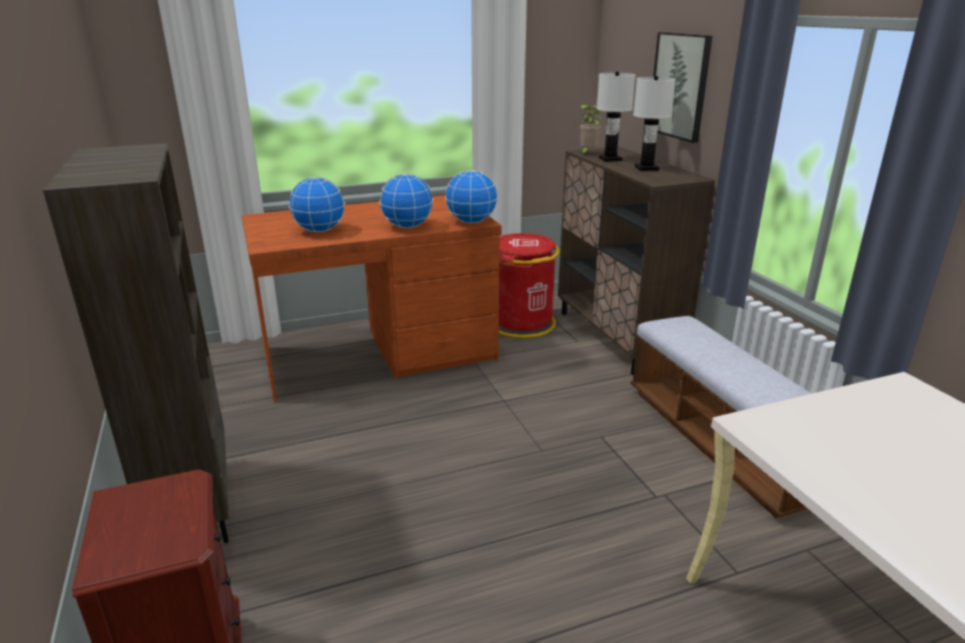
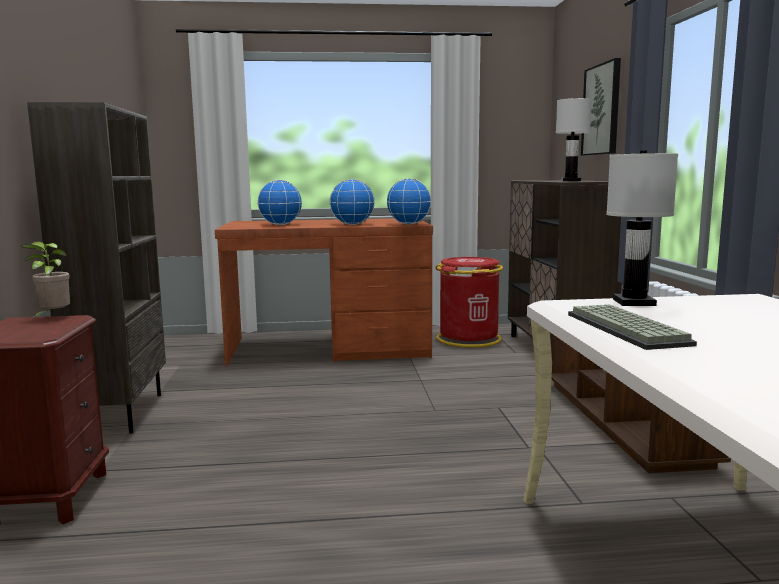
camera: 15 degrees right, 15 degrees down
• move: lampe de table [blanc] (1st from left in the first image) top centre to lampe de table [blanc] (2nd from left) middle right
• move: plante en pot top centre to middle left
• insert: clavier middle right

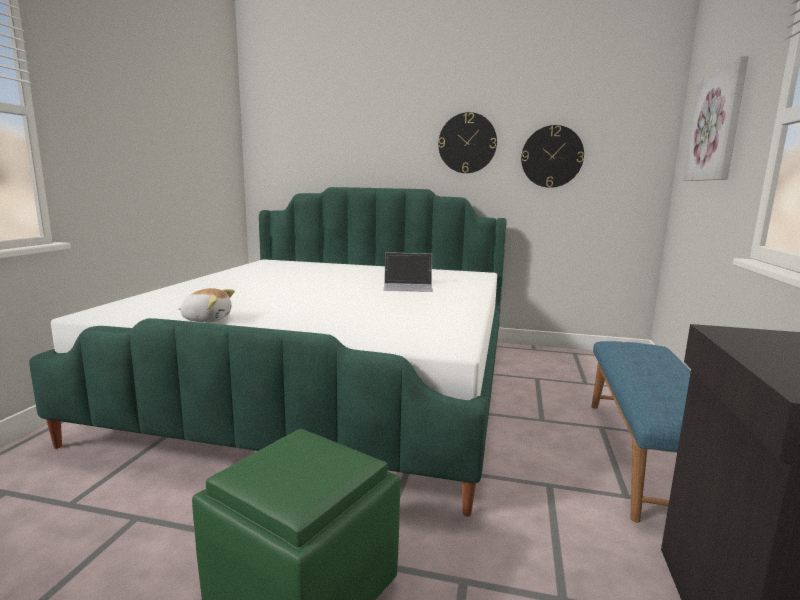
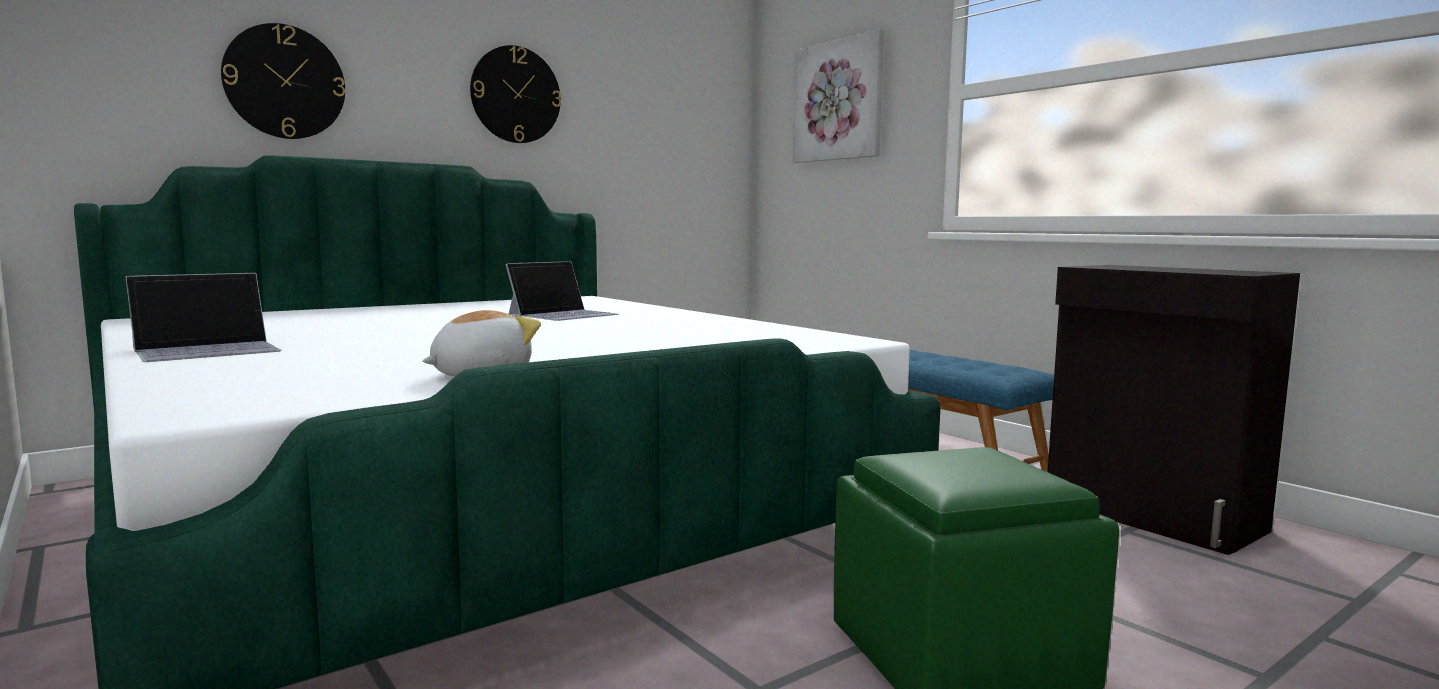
camera: 50 degrees left, 5 degrees down
• move: horloge murale (2nd from left in the first image) top right to horloge murale (1st from left) top left
• insert: ordinateur portable (1st from left) middle left

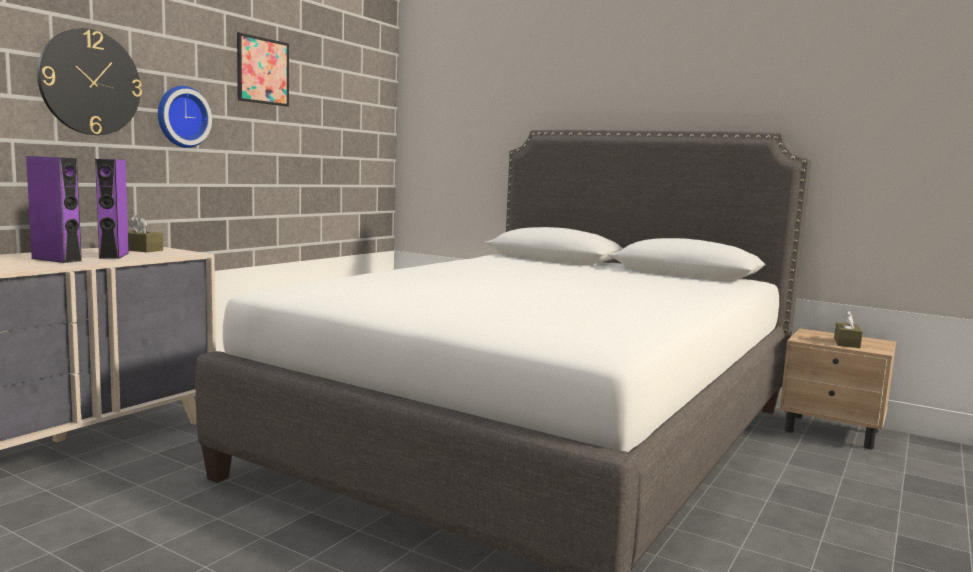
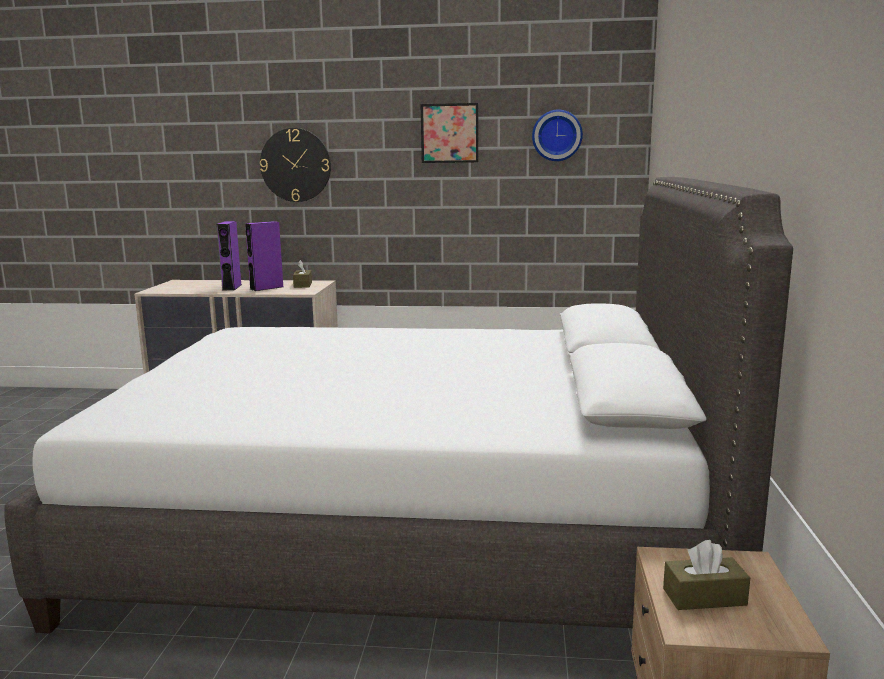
camera: 65 degrees right, 5 degrees up
• move: horloge murale (2nd from left) top left to top centre

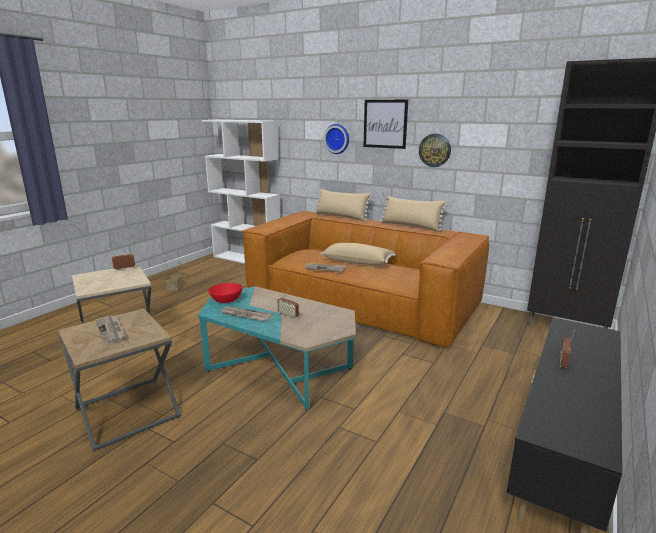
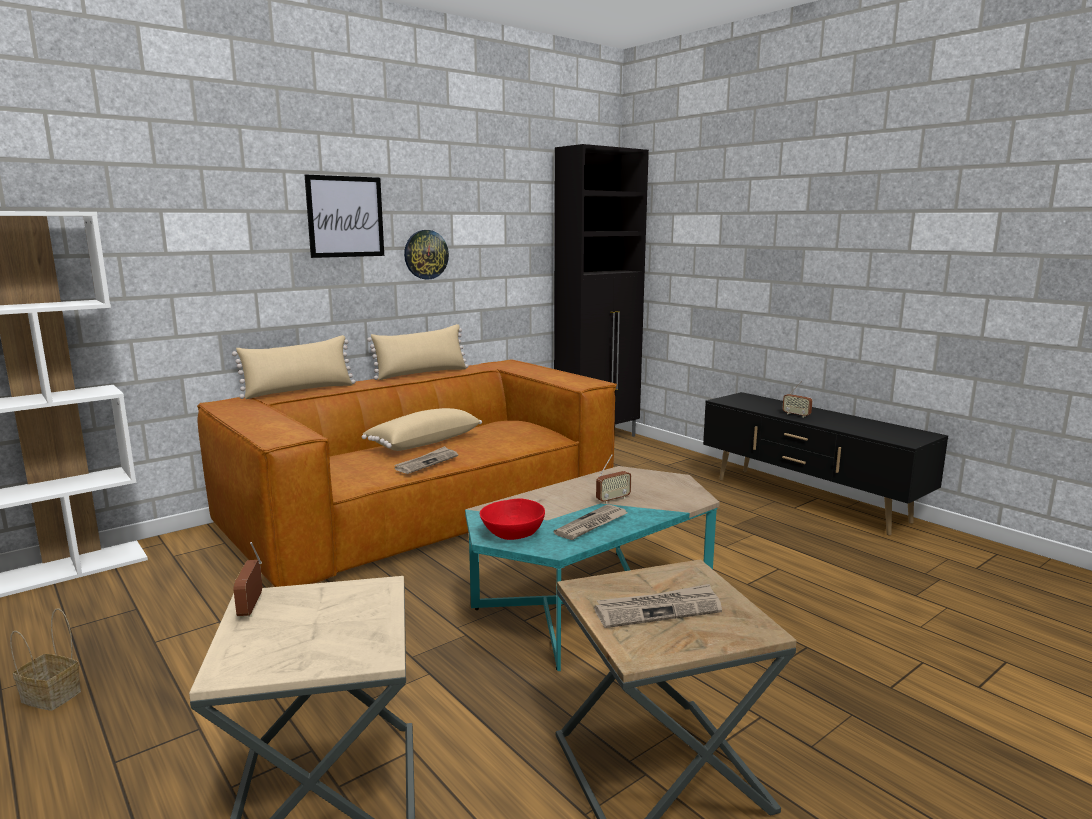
camera: 70 degrees left, 5 degrees down
• delete: horloge murale (1st from left) top centre

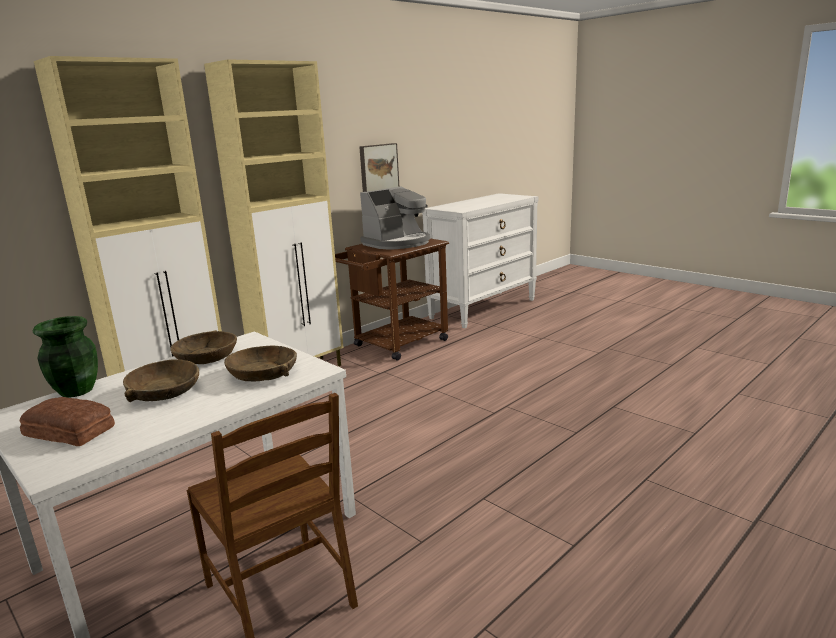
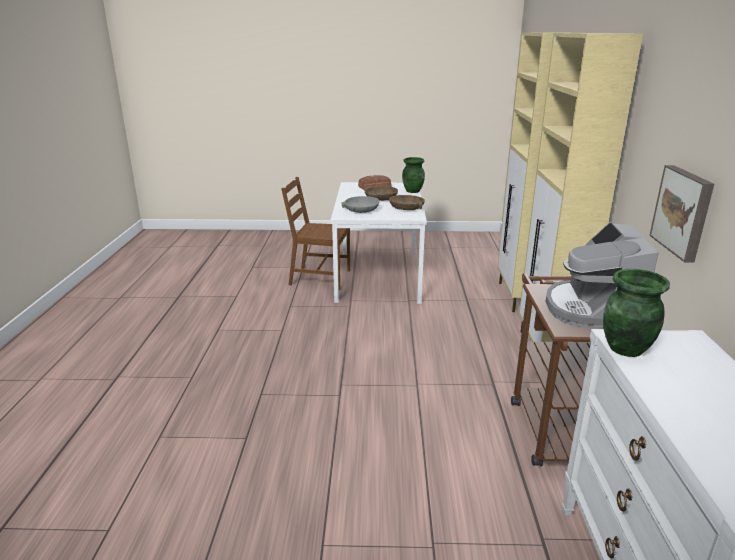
camera: 135 degrees right, 5 degrees up
• recolor: bol [marron] (3rd from left) middle left to bol [gris] centre
• insert: vase [vert] (2nd from left) middle right

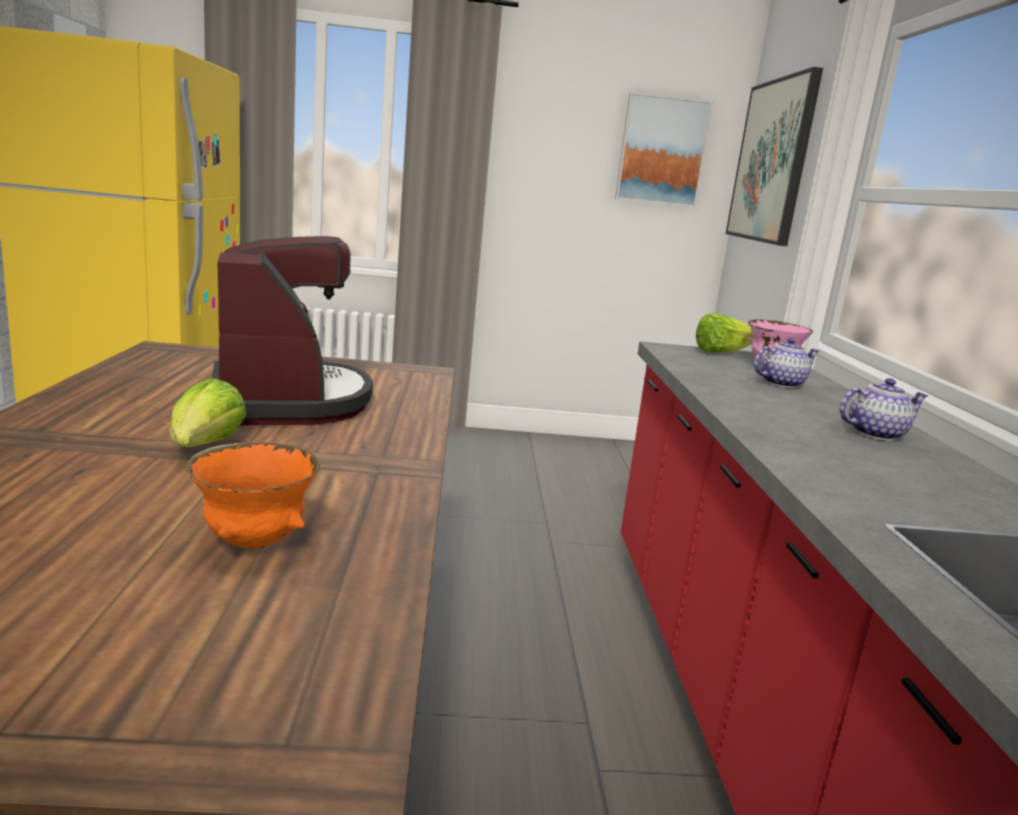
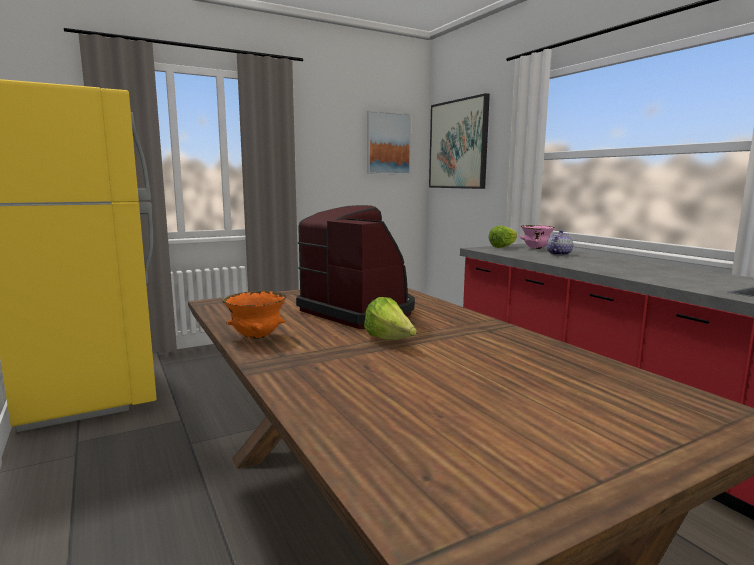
camera: 25 degrees left, 5 degrees down
• delete: théière (2nd from left) middle right
• move: bol [orange] middle left to centre

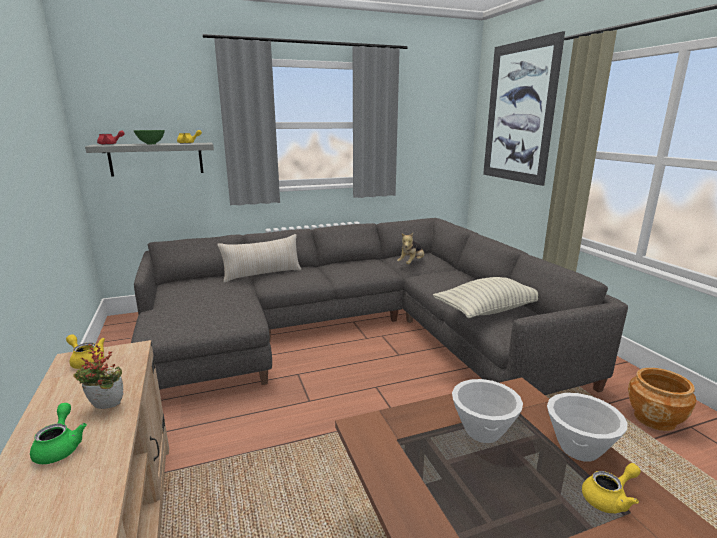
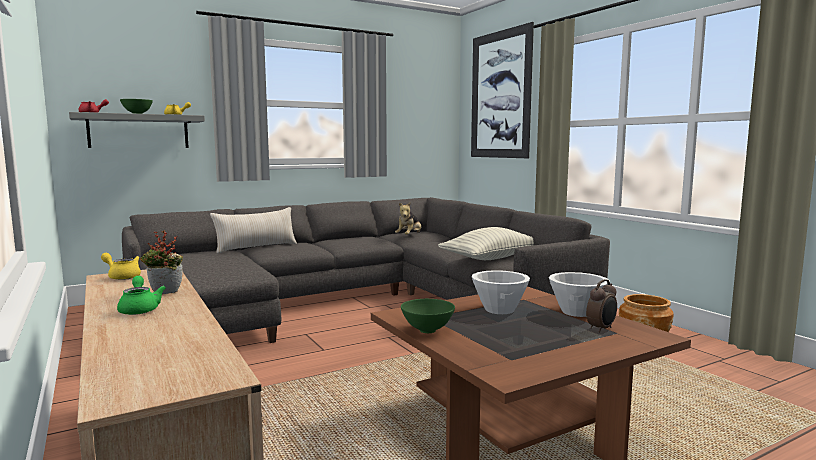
camera: 10 degrees left, 10 degrees down
• replace: théière [jaune] (3rd from left) bottom right to réveil middle right
• insert: bol [vert] (2nd from left) bottom centre

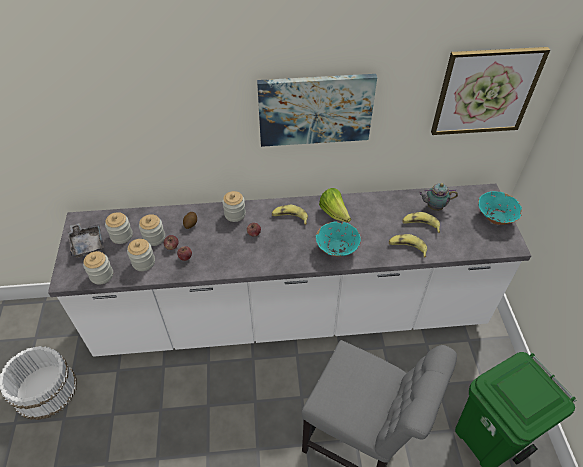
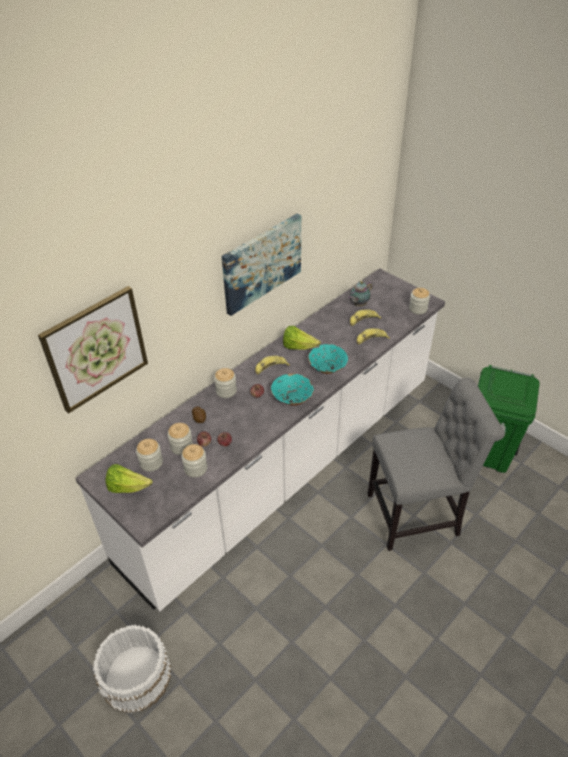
camera: 40 degrees left, 5 degrees down
• move: tableau (2nd from left in the first image) top right to tableau (1st from left) middle left
• move: bol [turquoise] (2nd from left in the first image) middle right to bol [turquoise] (1st from left) centre
• replace: plateau [gris] middle left to laitue (1st from left) middle left
• move: bocal (1st from left in the first image) middle left to bocal (5th from left) middle right

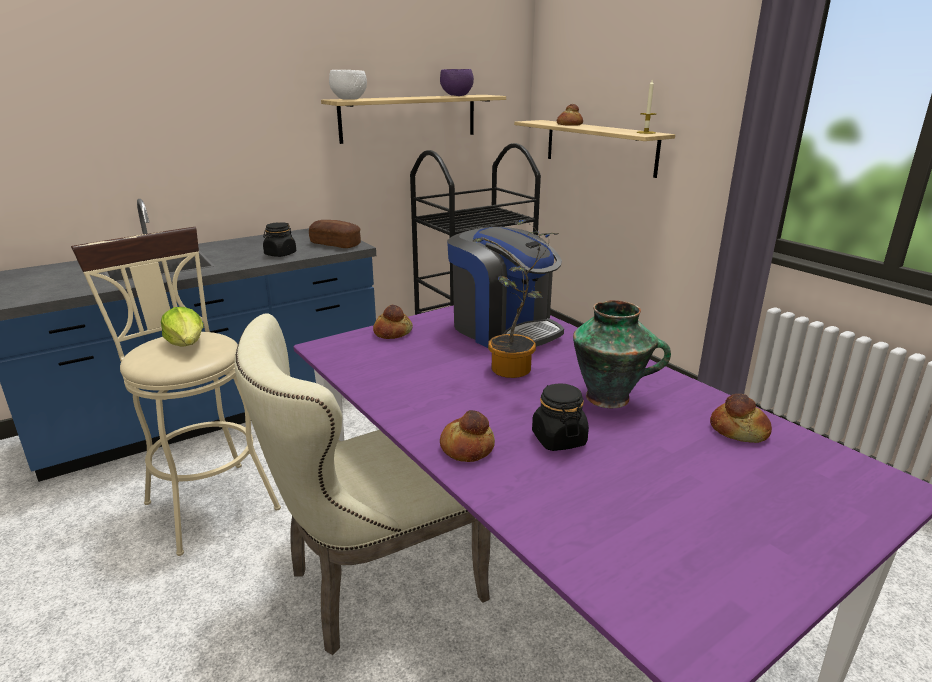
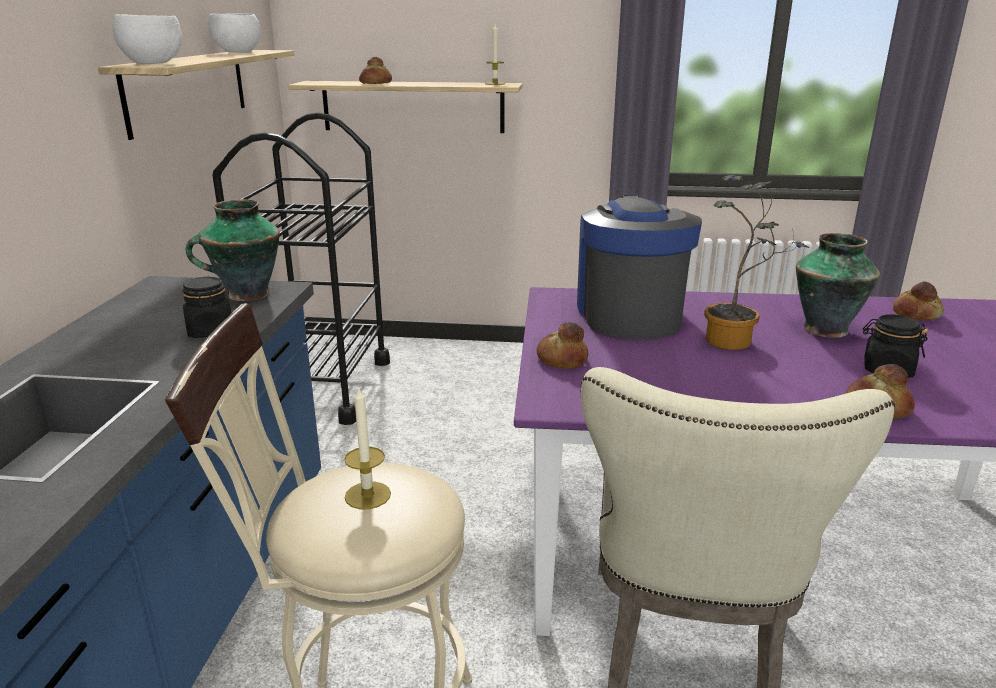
camera: 50 degrees left, 0 degrees up
• recolor: bol [violet] top centre to bol [blanc] (2nd from left) top left
• replace: pain (1st from left) centre to vase (1st from left) middle left
• rotate: machine à café centre = centre 90 degrees counterclockwise
• replace: laitue middle left to bougie (1st from left) centre

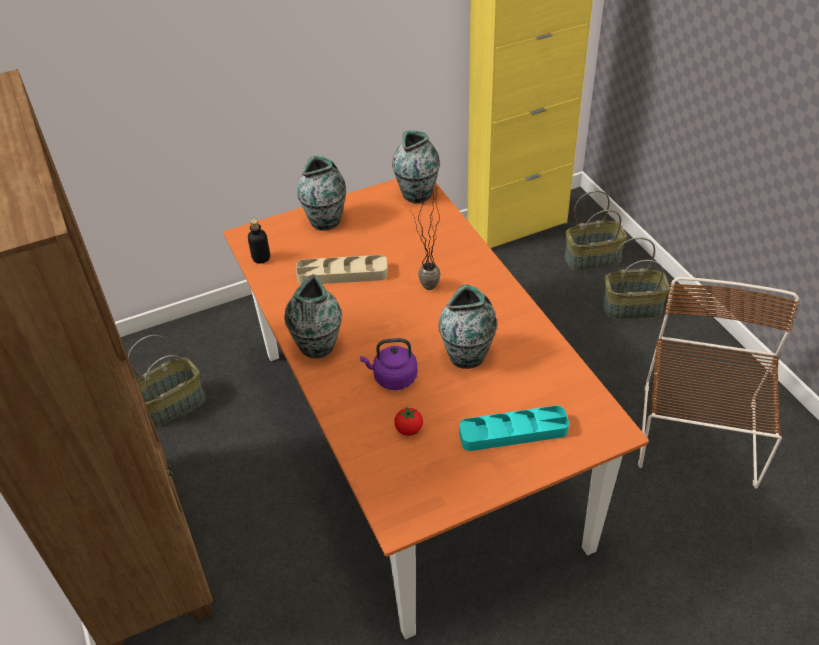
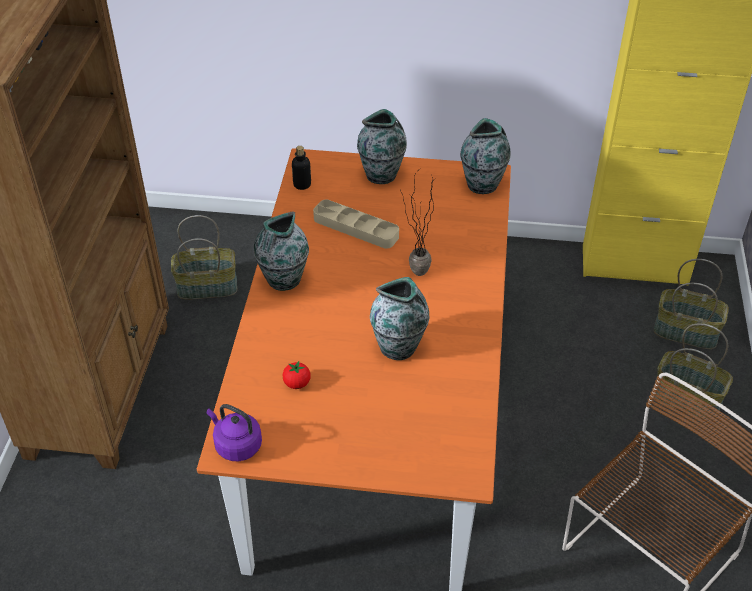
camera: 30 degrees right, 0 degrees up
• move: bouilloire [violet] centre to bottom left
• delete: plateau [turquoise] centre

